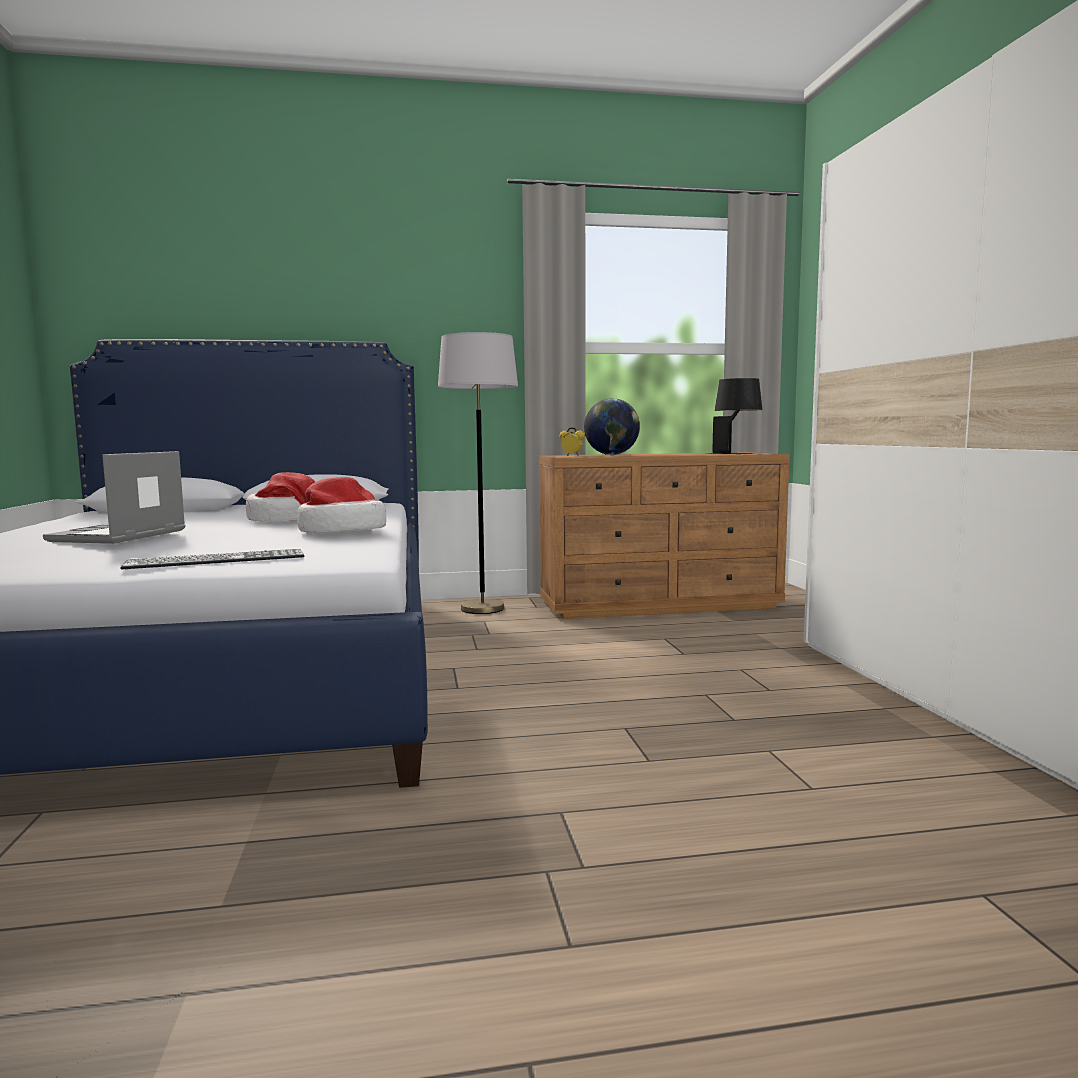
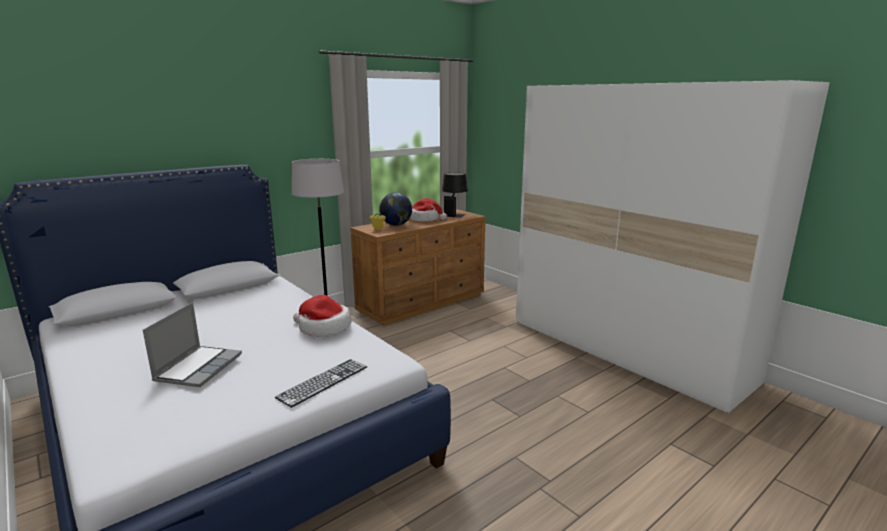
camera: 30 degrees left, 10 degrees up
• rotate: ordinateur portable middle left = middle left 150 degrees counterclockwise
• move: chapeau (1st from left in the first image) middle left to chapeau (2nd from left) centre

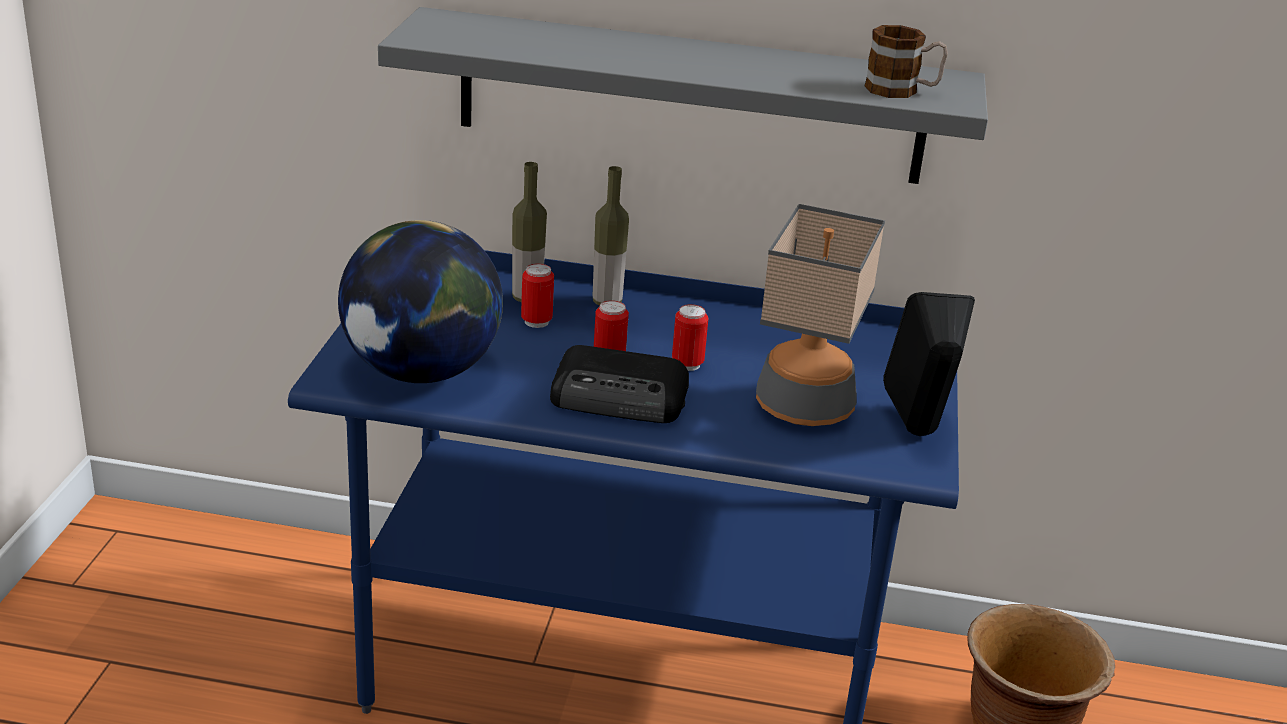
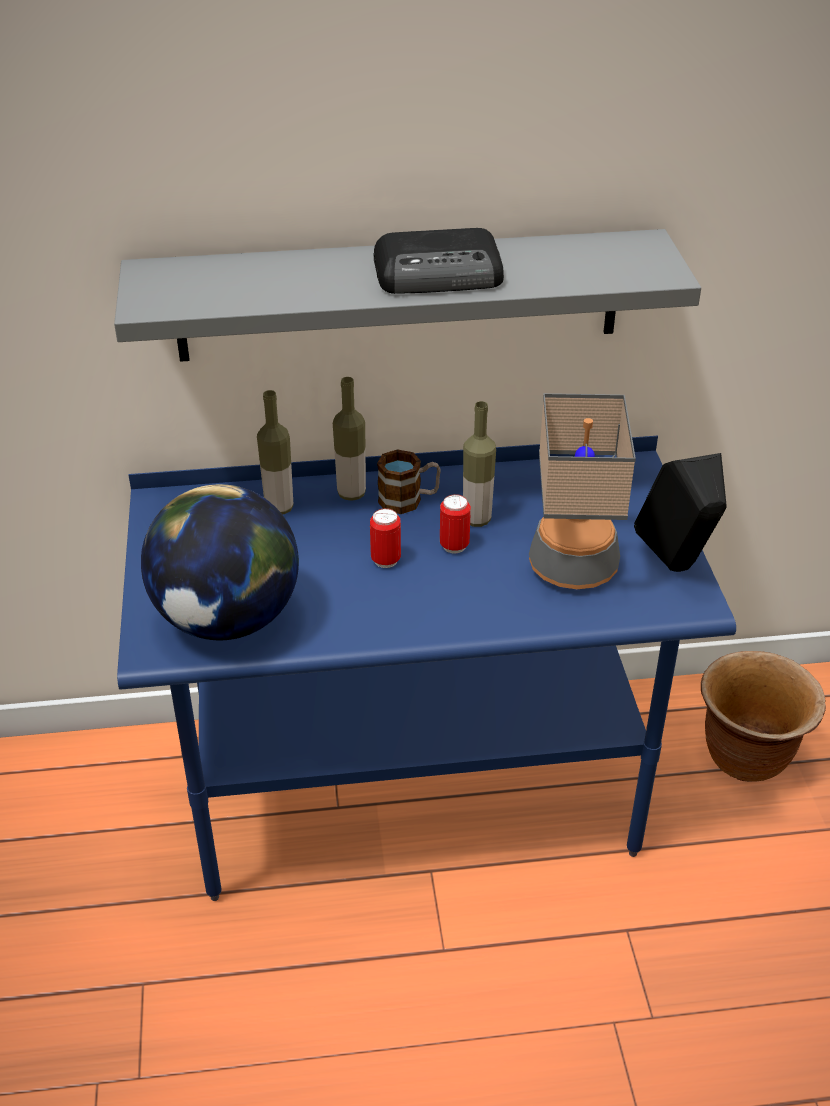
camera: 15 degrees left, 10 degrees up
• move: mug top right to centre
• delete: boîte métallique (1st from left) centre
• move: radio centre to top centre
• insert: bouteille (3rd from left) centre

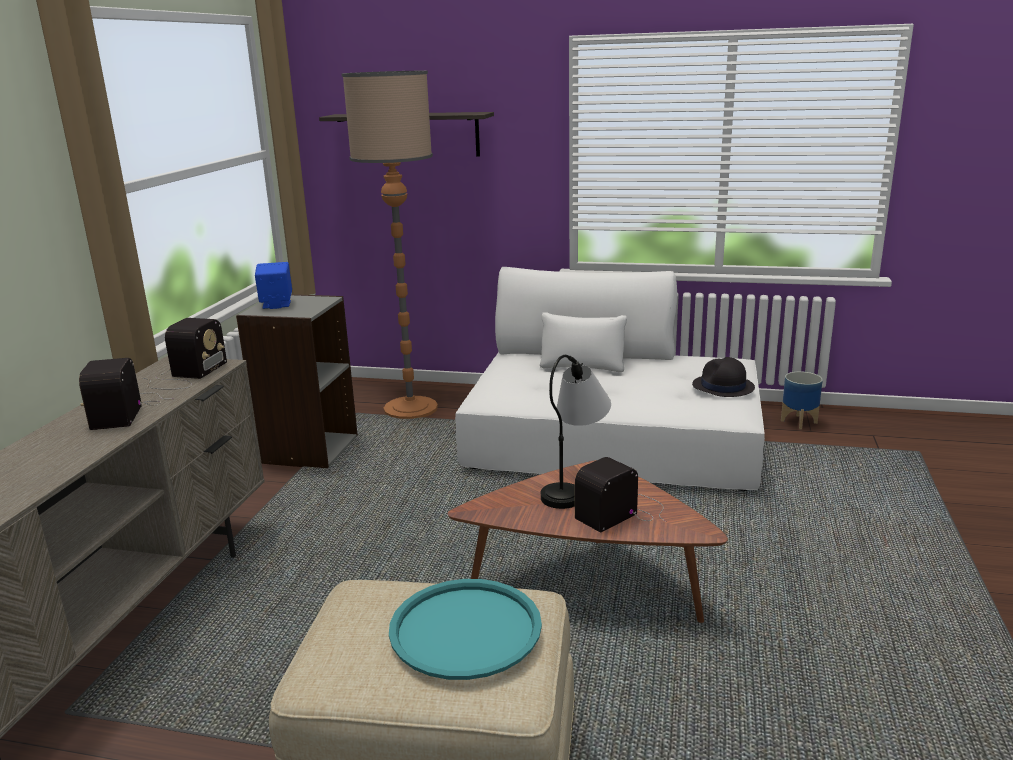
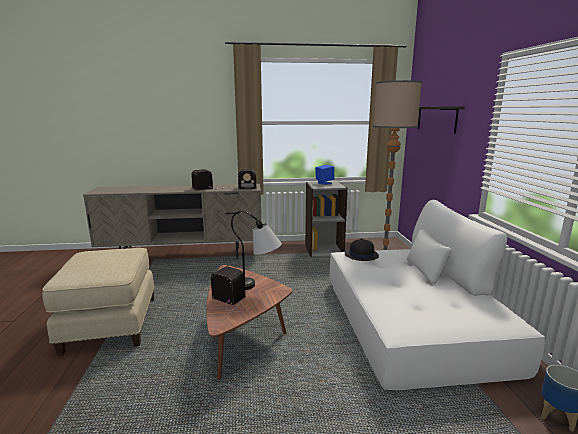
camera: 70 degrees right, 5 degrees down
• move: chapeau [noir] middle right to centre
• delete: plateau [turquoise] bottom centre

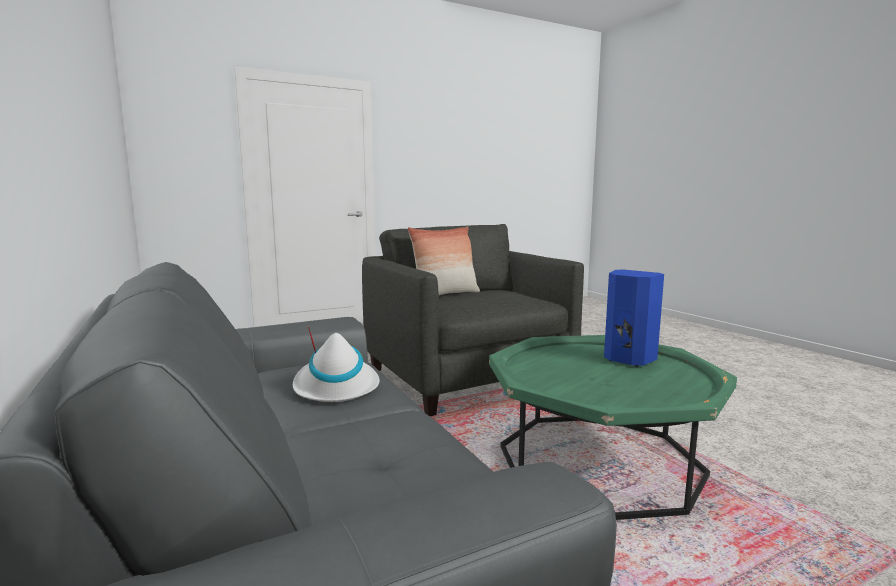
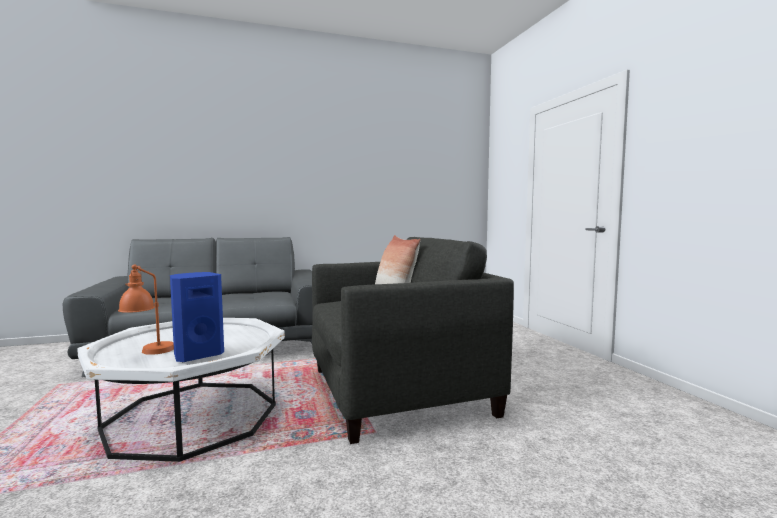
camera: 100 degrees right, 5 degrees down
• delete: chapeau [blanc] centre
• recolor: table basse [vert] bottom right to table basse [blanc] bottom left
• insert: lampe de table [orange] middle left

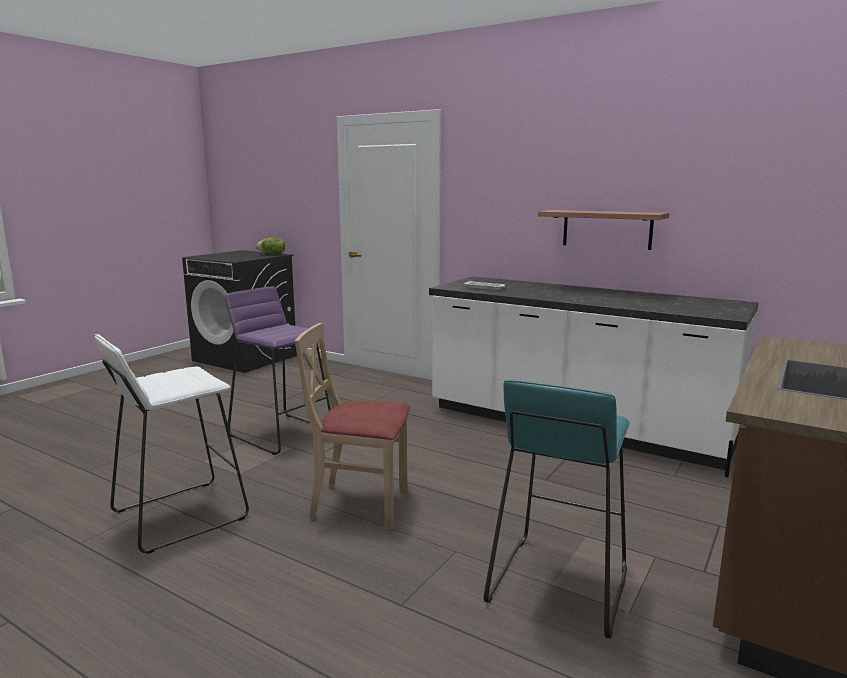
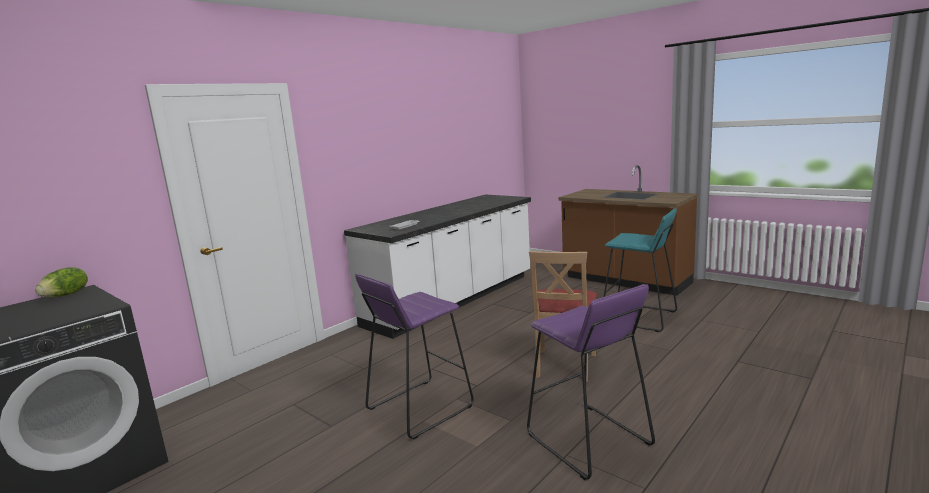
camera: 80 degrees left, 0 degrees up
• delete: étagère middle right
• recolor: tabouret [blanc] middle left to tabouret [violet] (2nd from left) bottom centre

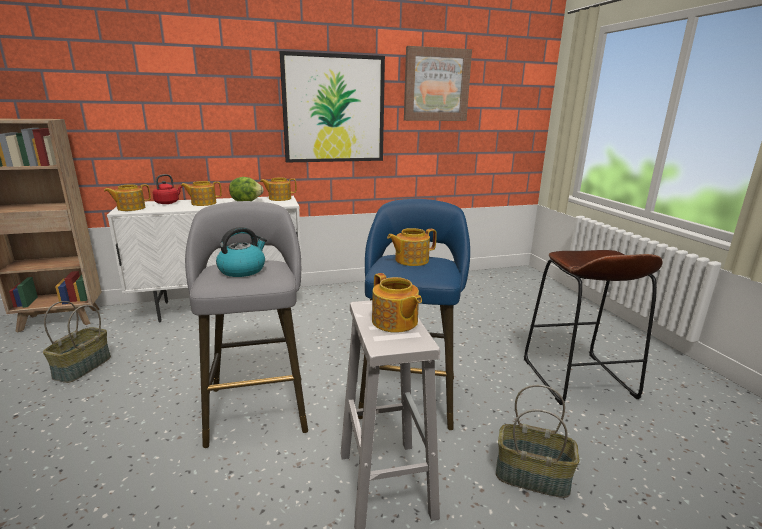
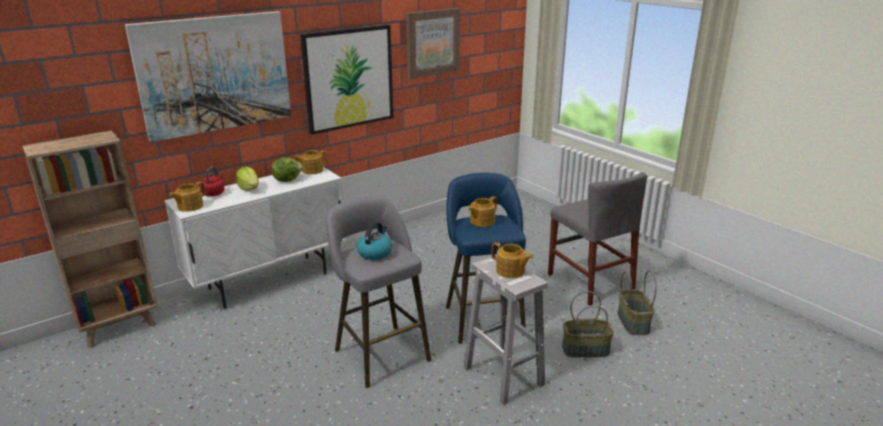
camera: 20 degrees left, 5 degrees up
• replace: théière (2nd from left) middle left to laitue (1st from left) middle left
• replace: tabouret [marron] middle right to chaise [gris] middle right
• move: panier (1st from left in the first image) middle left to panier (2nd from left) bottom right
• insert: tableau (1st from left) top left

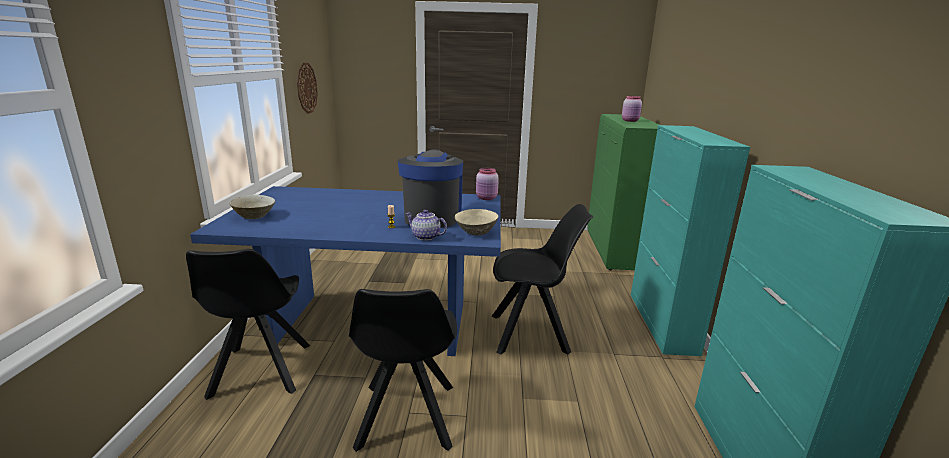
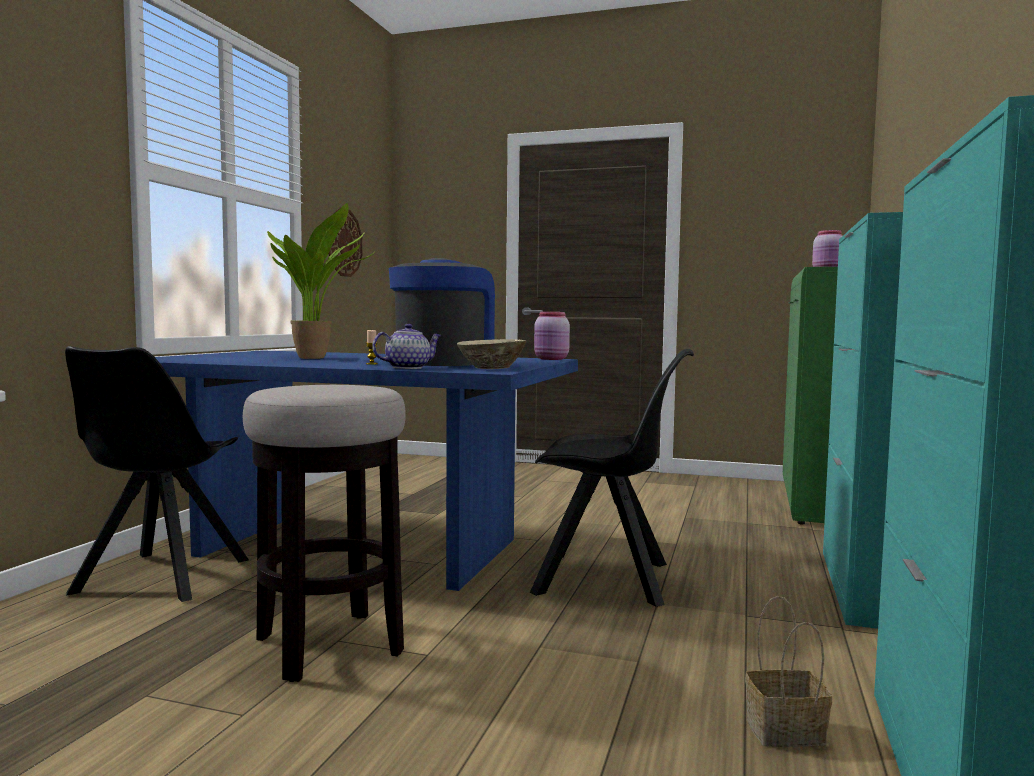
camera: 15 degrees right, 15 degrees down
• delete: bol [beige] (1st from left) middle left
• rotate: théière centre = centre 105 degrees clockwise
• replace: chaise [noir] (2nd from left) bottom centre to tabouret bottom left
• insert: plante en pot middle left
• insert: panier bottom right

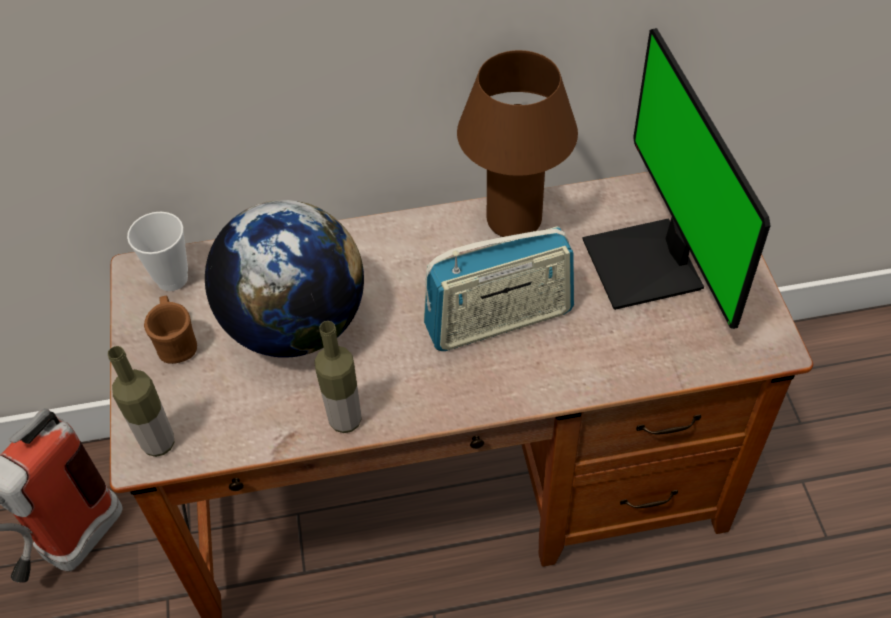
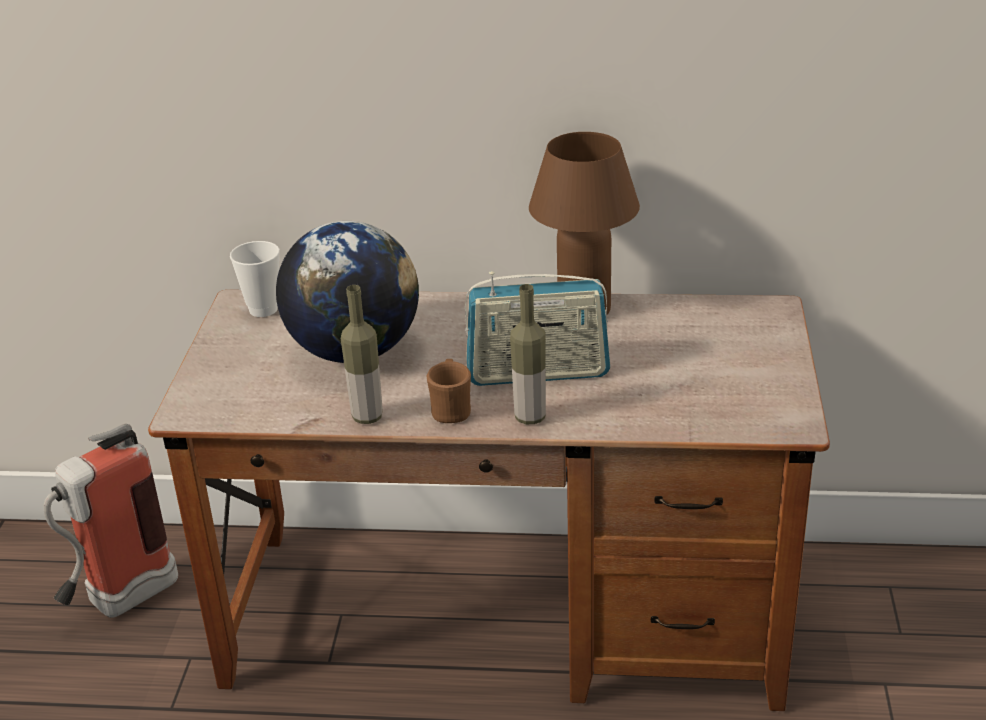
camera: 15 degrees right, 20 degrees down
• delete: écran d'ordinateur top right
• move: mug [marron] middle left to centre
• move: bouteille (1st from left in the first image) middle left to bouteille (2nd from left) centre

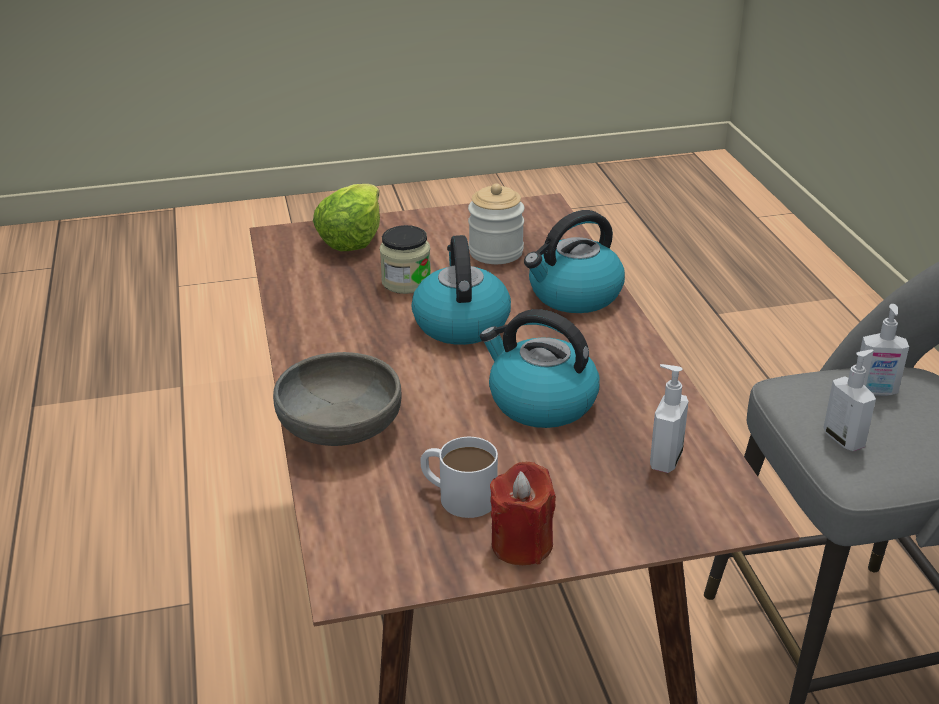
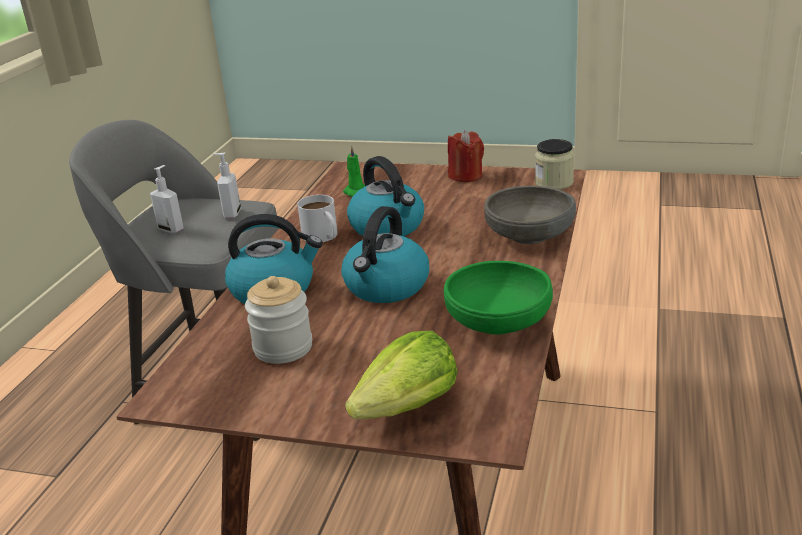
camera: 150 degrees left, 5 degrees down
• move: bocal (1st from left in the first image) centre to bocal (2nd from left) top right
• replace: distributeur de savon (1st from left) middle right to bougie [vert] top centre
• move: mug [blanc] bottom centre to centre
• insert: bol [vert] centre

